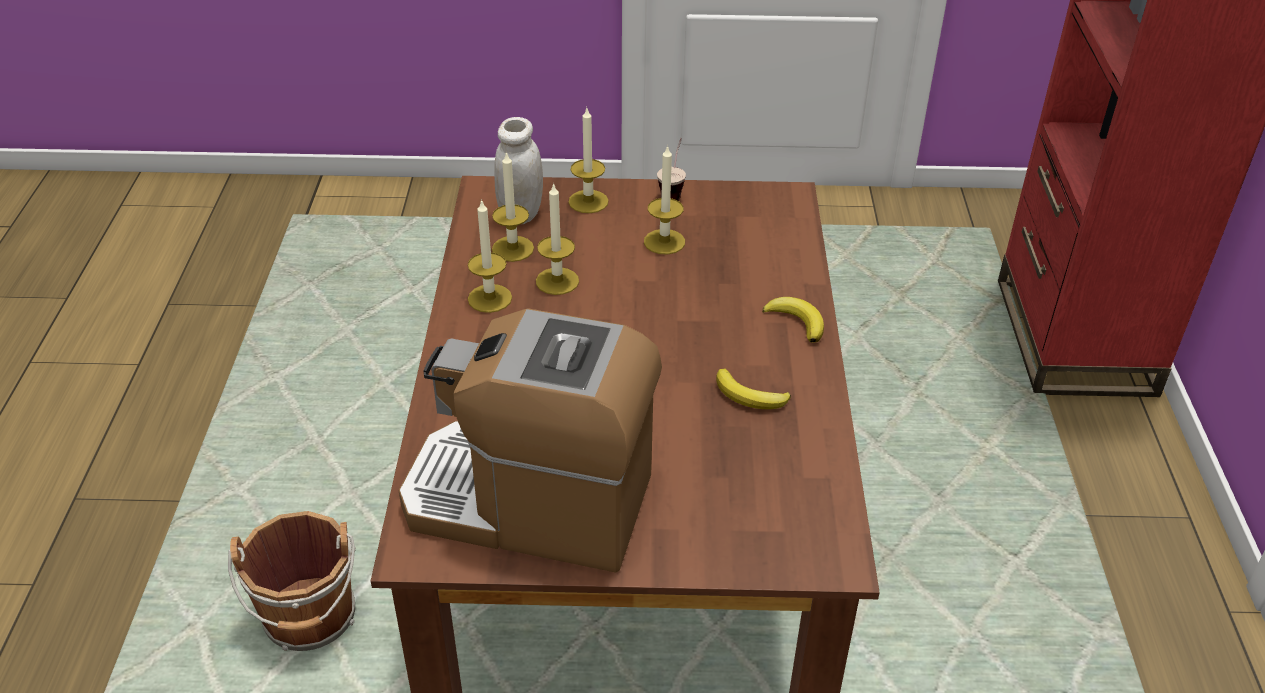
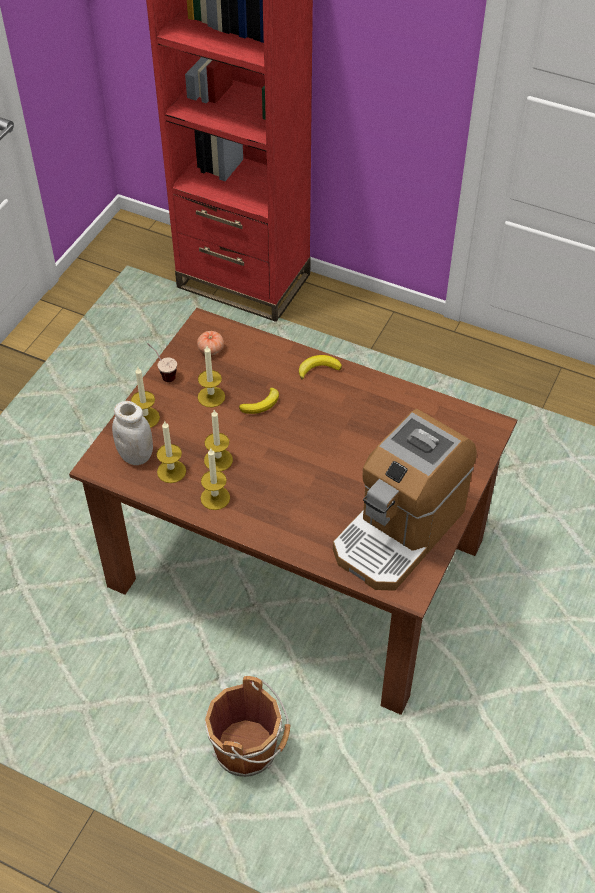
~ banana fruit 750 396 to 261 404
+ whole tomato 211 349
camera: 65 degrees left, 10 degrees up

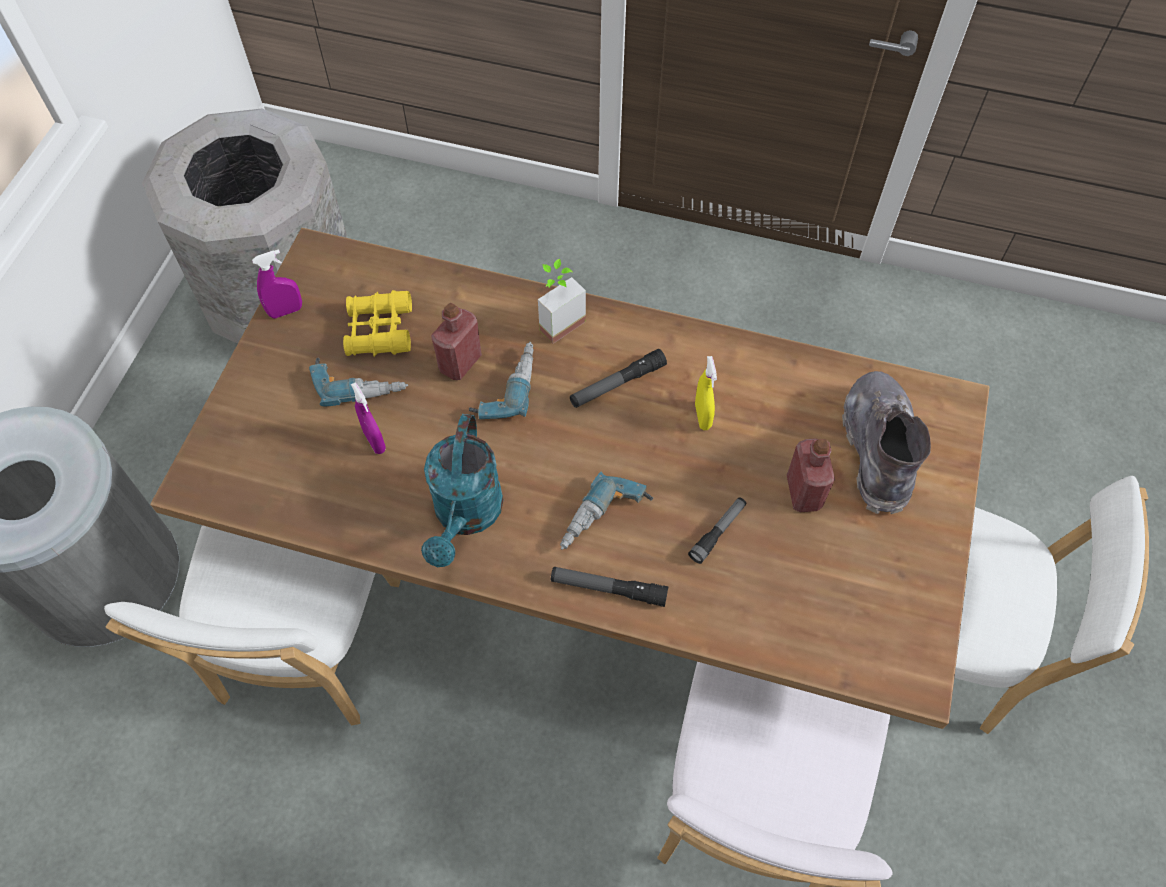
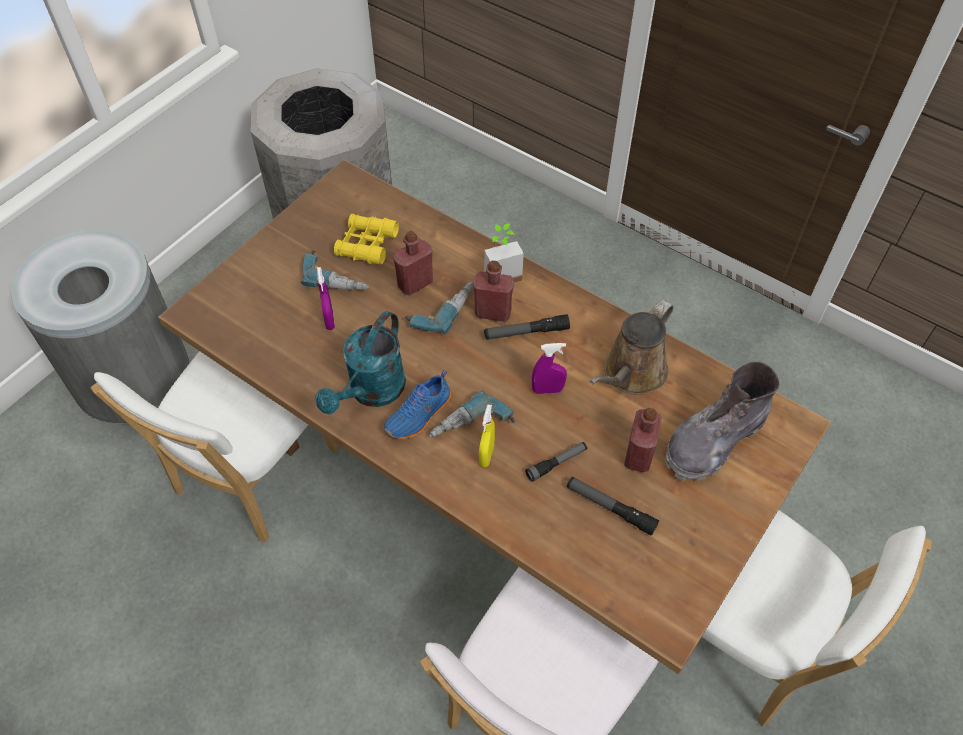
~ purple sprayer 286 311 to 547 390
~ flashlight 608 589 to 610 508
~ yellow sprayer 702 416 to 486 455
~ grey tall boot 877 449 = 713 441 150 degrees counterclockwise
+ bluish item of footwear 420 415
+ red drink bottle 493 312
+ brownish watering can 631 374
camera: 20 degrees right, 5 degrees down

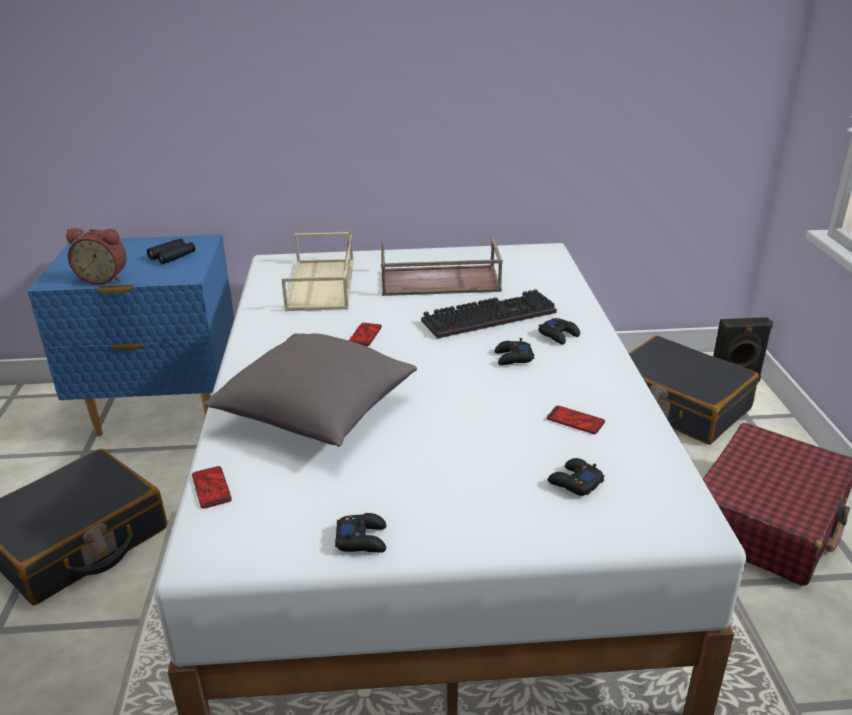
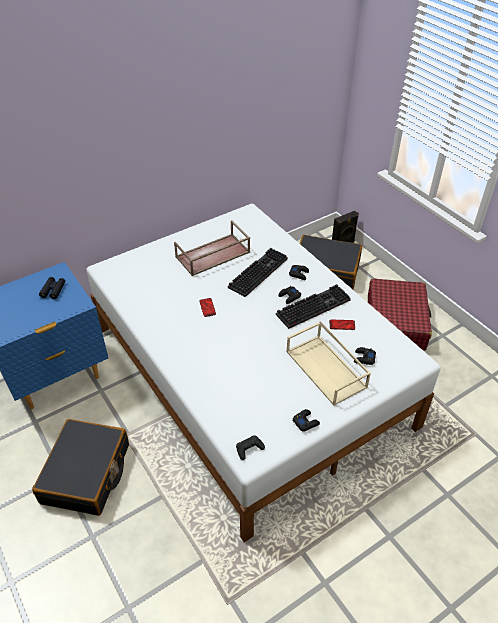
- bedside clock 104 278
- telephone 211 488
- grey throw pillow 316 413
~ beige serving tray 322 285 to 327 369
+ black game controller 249 449
+ computer keyboard 313 306
camera: 30 degrees left, 15 degrees up

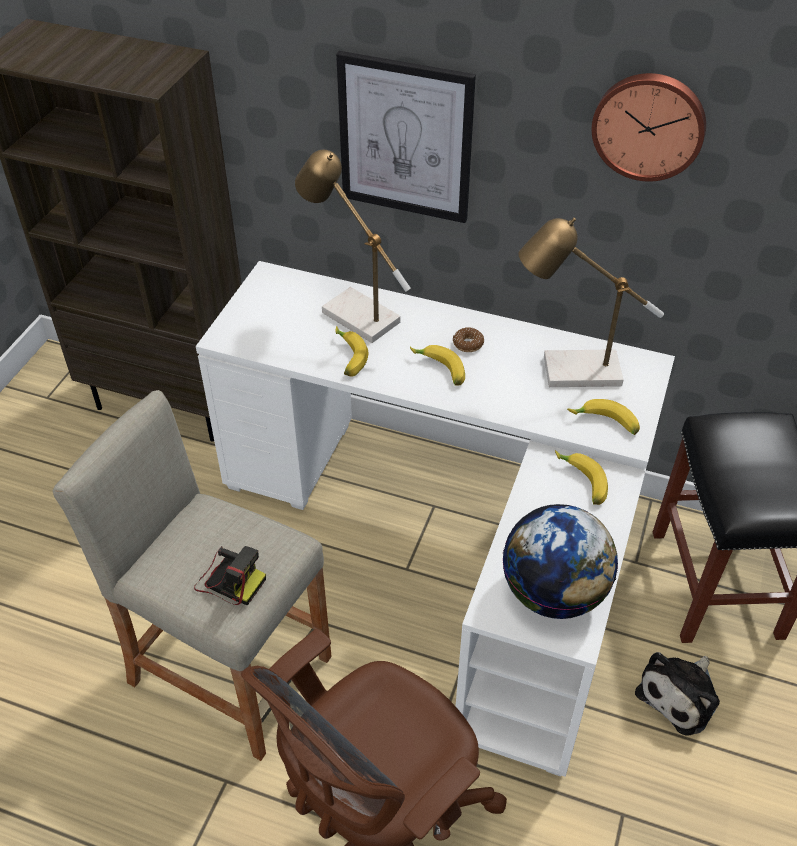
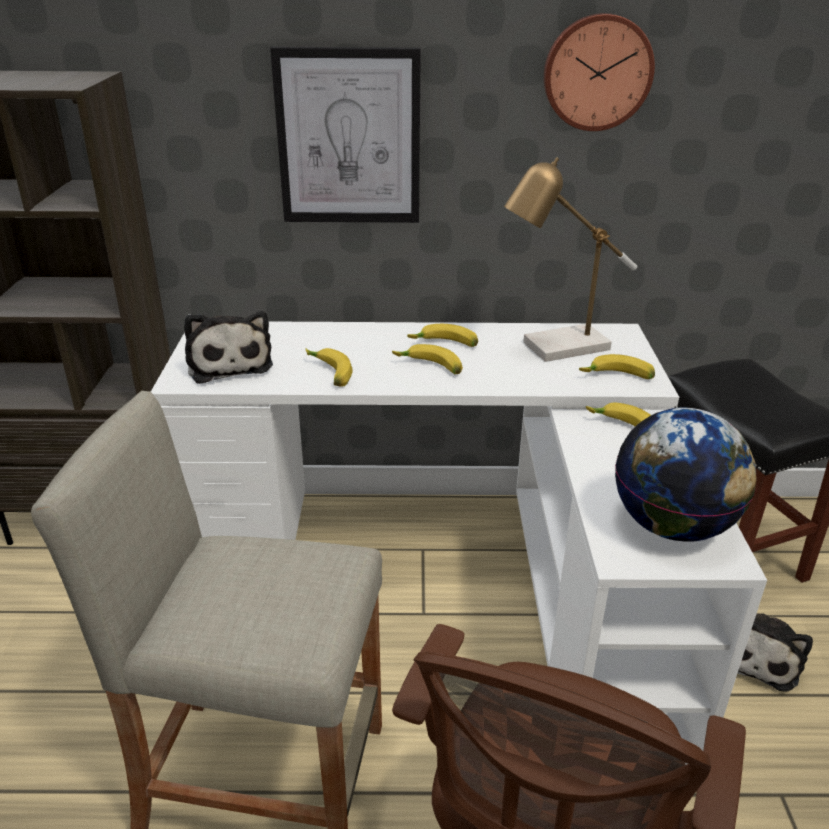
- still camera 229 580
- tabletop lamp 352 313
~ donut 468 344 to banana fruit 445 345
+ soft toy 229 363
camera: 20 degrees left, 15 degrees down

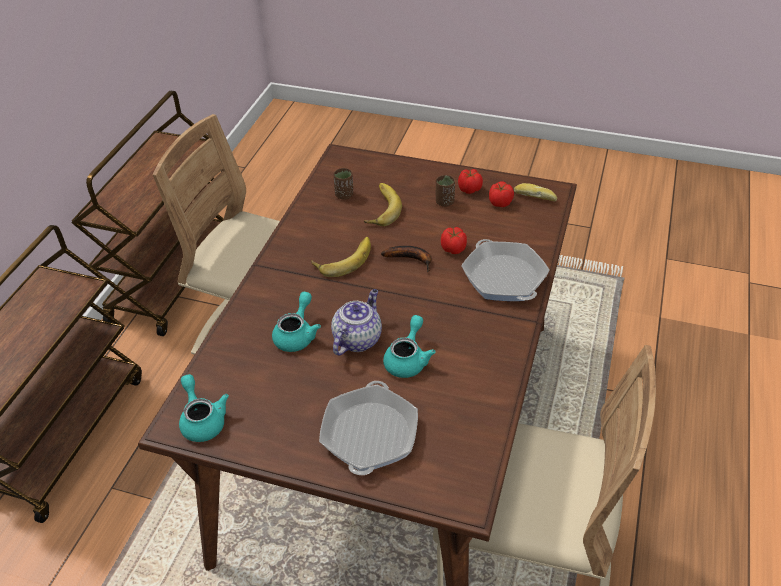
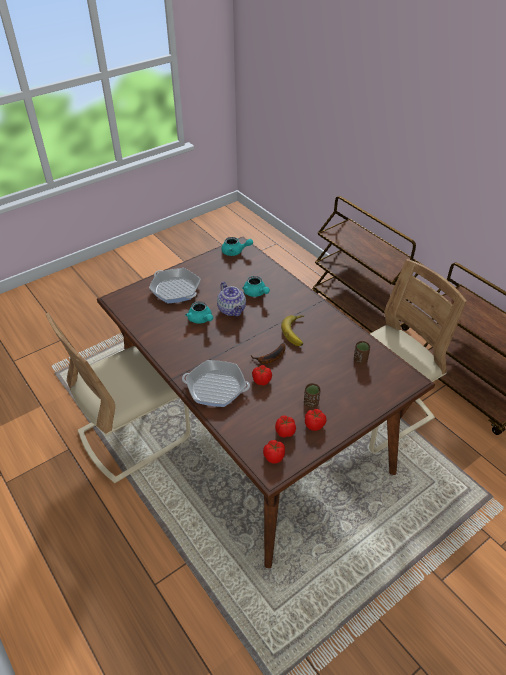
- banana fruit 380 208
~ bread 535 196 to whole tomato 274 456
camera: 125 degrees right, 0 degrees up

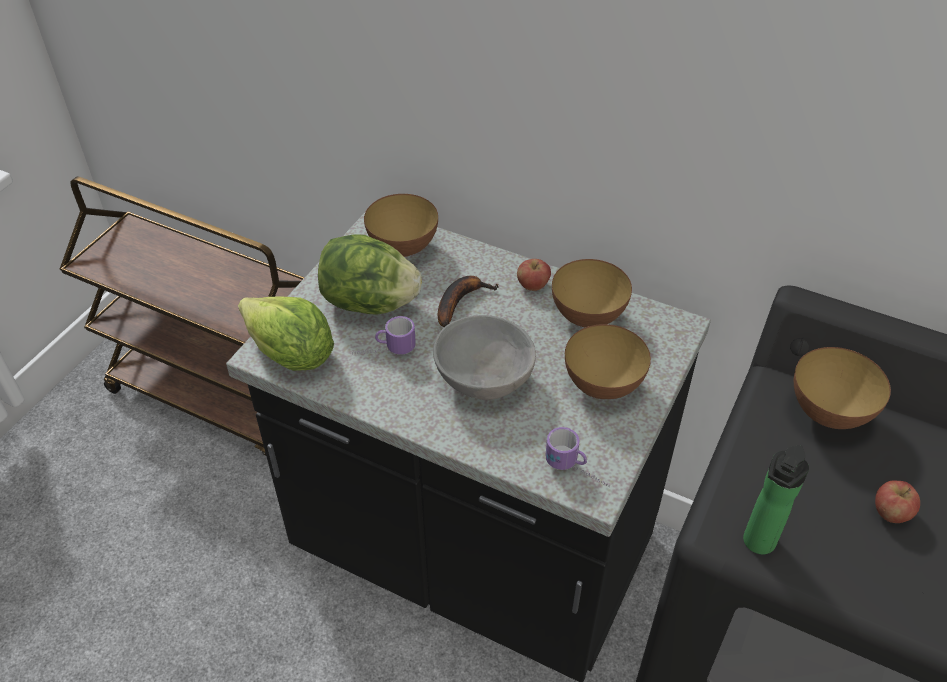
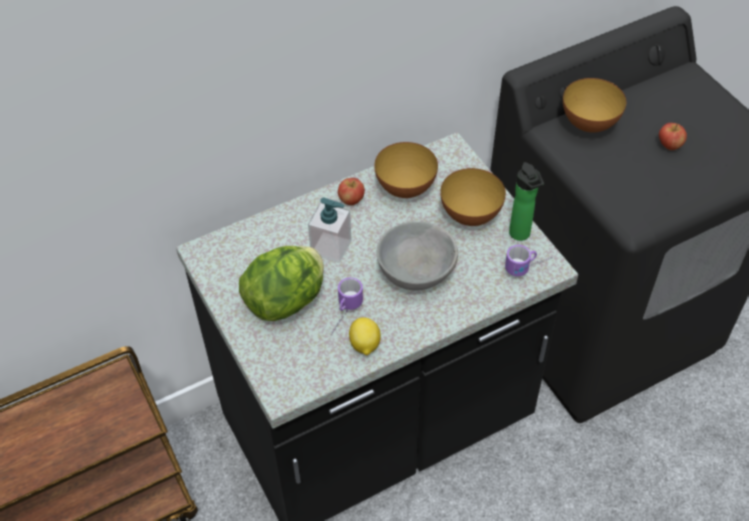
- lettuce 291 355
- serving bowl 403 248
~ banana fruit 460 301 to soap bottle 331 247
~ drink bottle 757 544 to 521 235
+ citrus fruit 364 345
camera: 55 degrees left, 5 degrees up

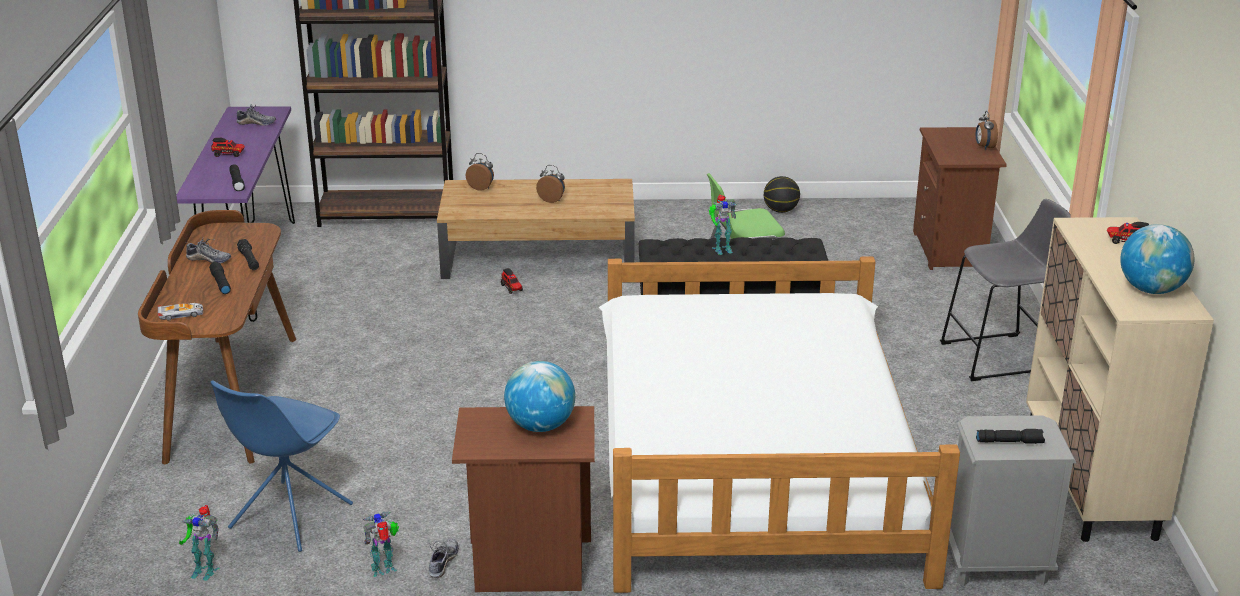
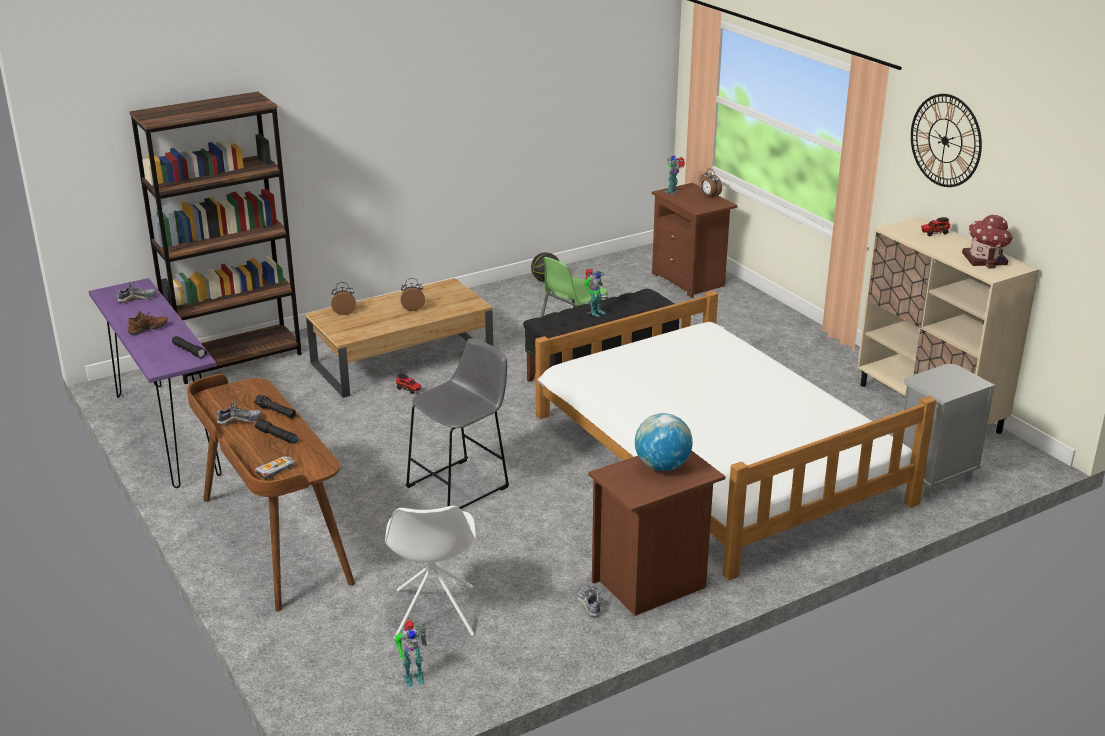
~ bluish chair 289 517 to white-coloured chair 434 614
~ model truck 229 154 to brownish item of footwear 148 330
~ model robot 384 569 to 673 191
~ grey stool 1001 357 to 462 485
- black flashlight 1009 441
~ globe 1151 289 to miniature house 985 259
+ wall clock 945 140
camera: 30 degrees left, 0 degrees up

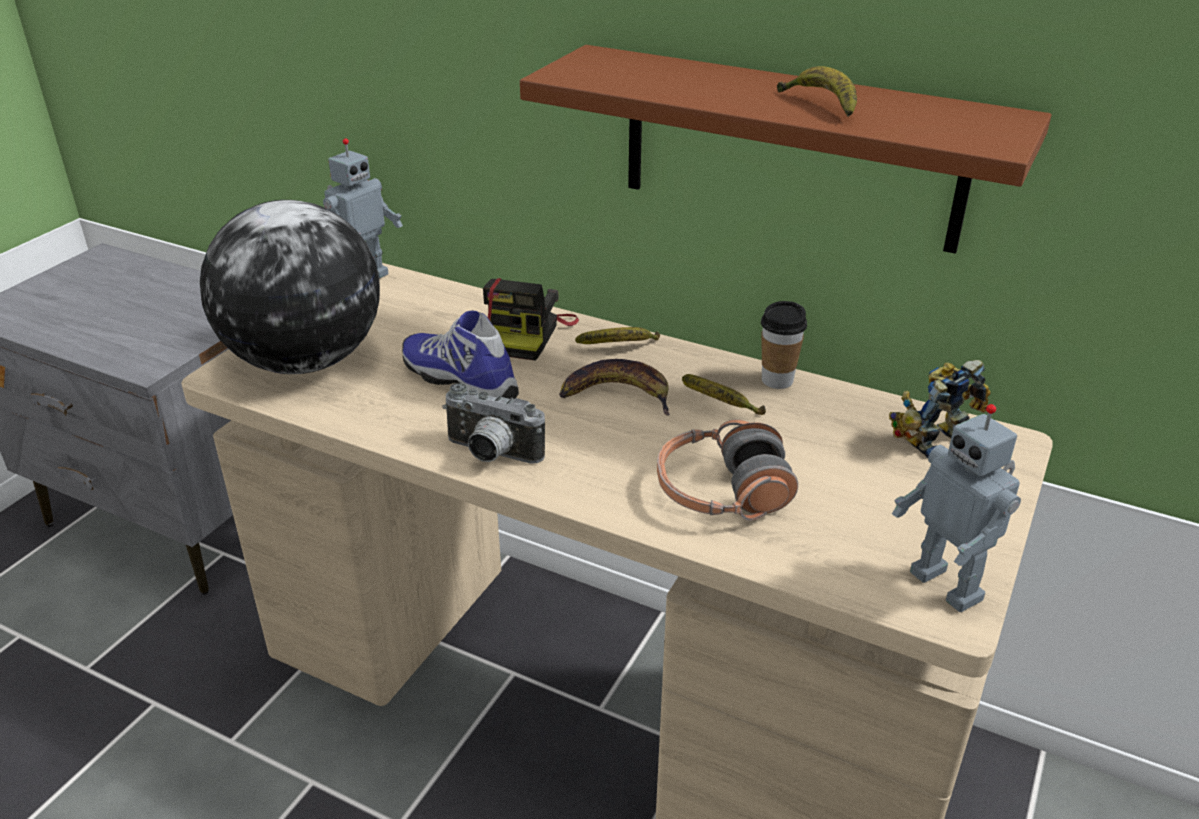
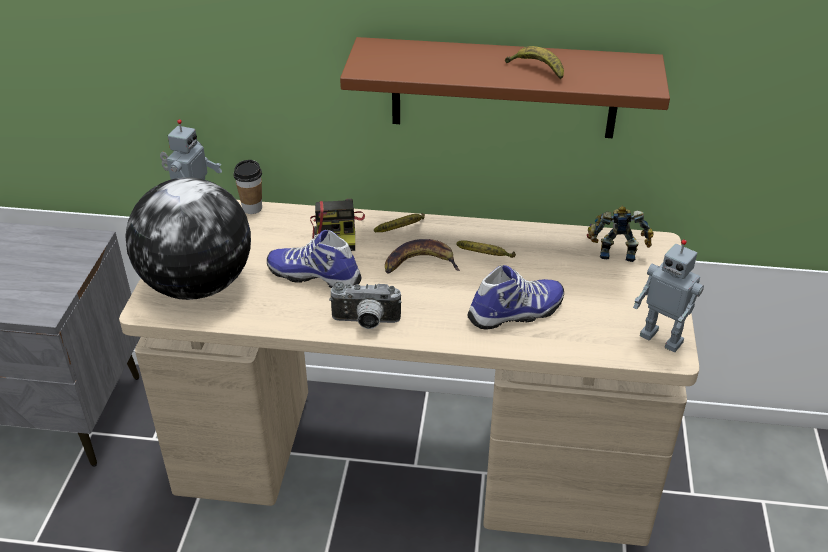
~ headphones 722 492 to item of footwear 517 313
~ cup 777 380 to 252 208
~ model robot 932 440 = 616 251 60 degrees clockwise
camera: 20 degrees left, 5 degrees up

